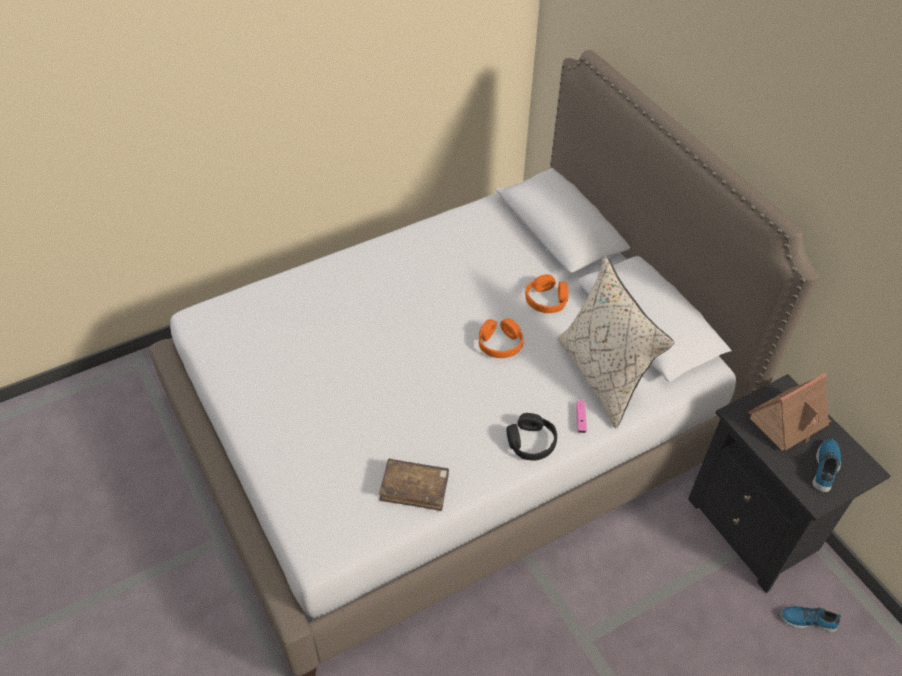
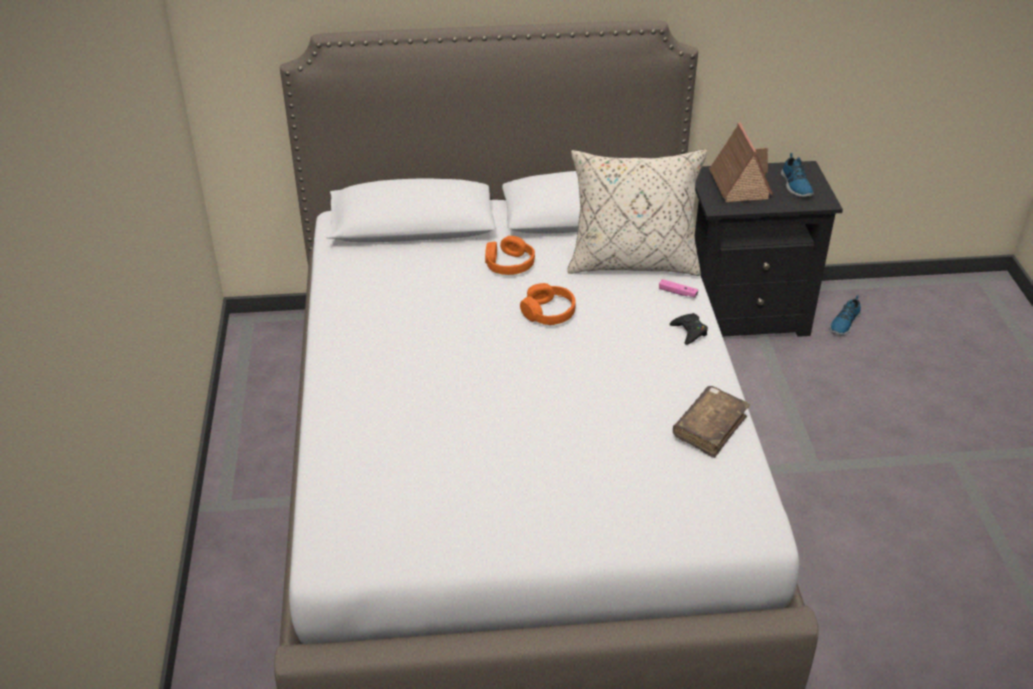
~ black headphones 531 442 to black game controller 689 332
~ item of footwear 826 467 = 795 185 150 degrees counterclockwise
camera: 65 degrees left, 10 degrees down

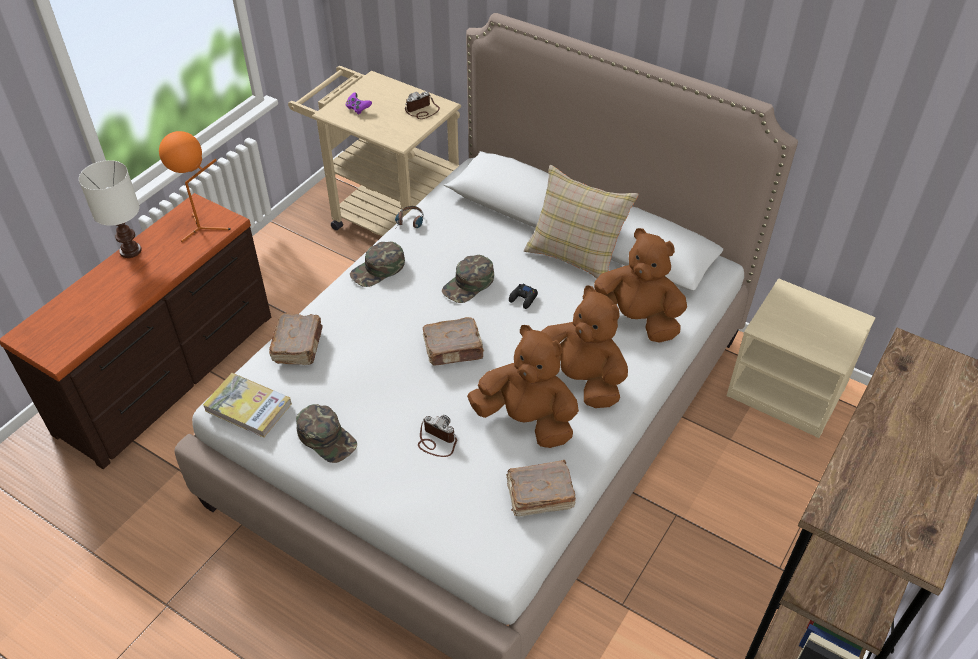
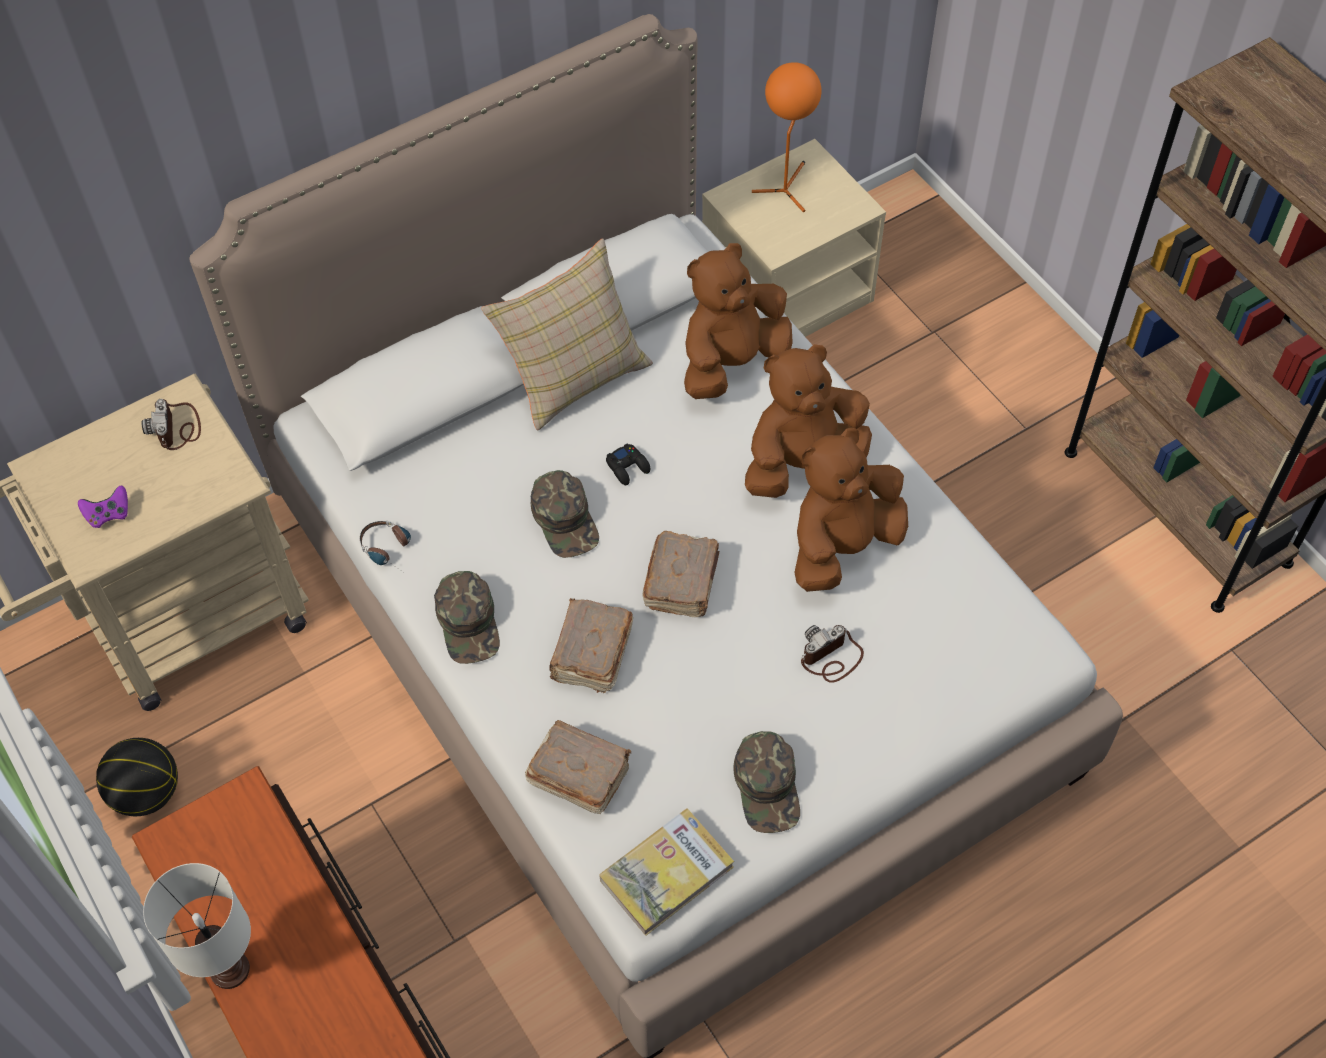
~ orange-coloured tabletop lamp 203 228 to 787 187
~ green-coloured cap 327 437 = 768 787 105 degrees clockwise
~ brownish bound book 539 496 to 591 654
+ basketball 147 792
camera: 65 degrees left, 10 degrees up

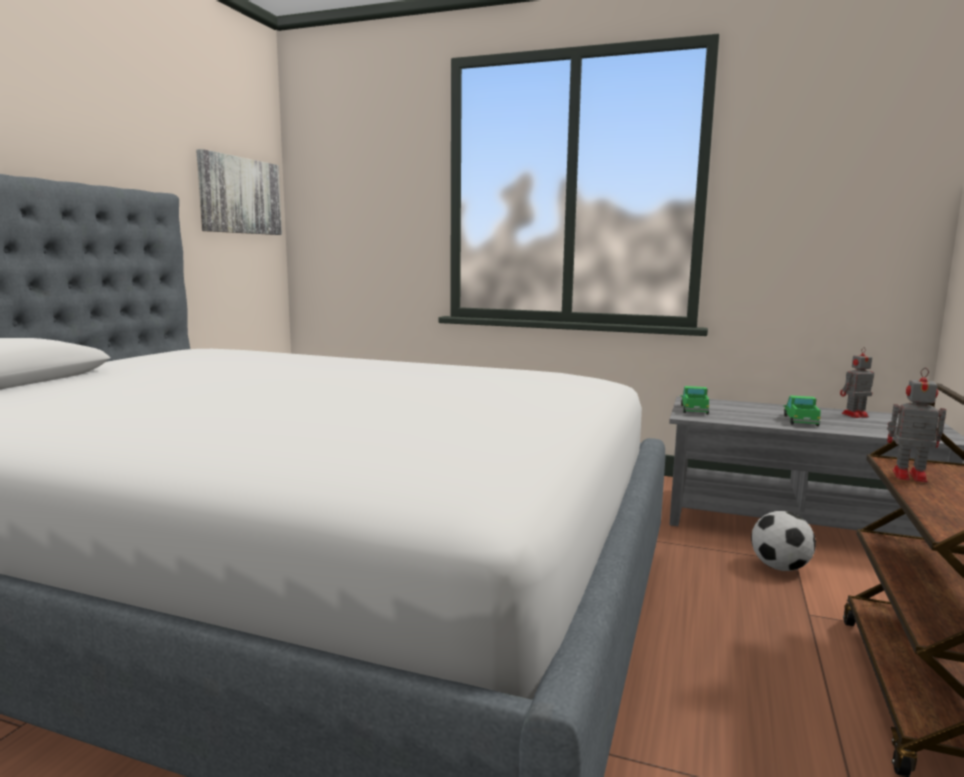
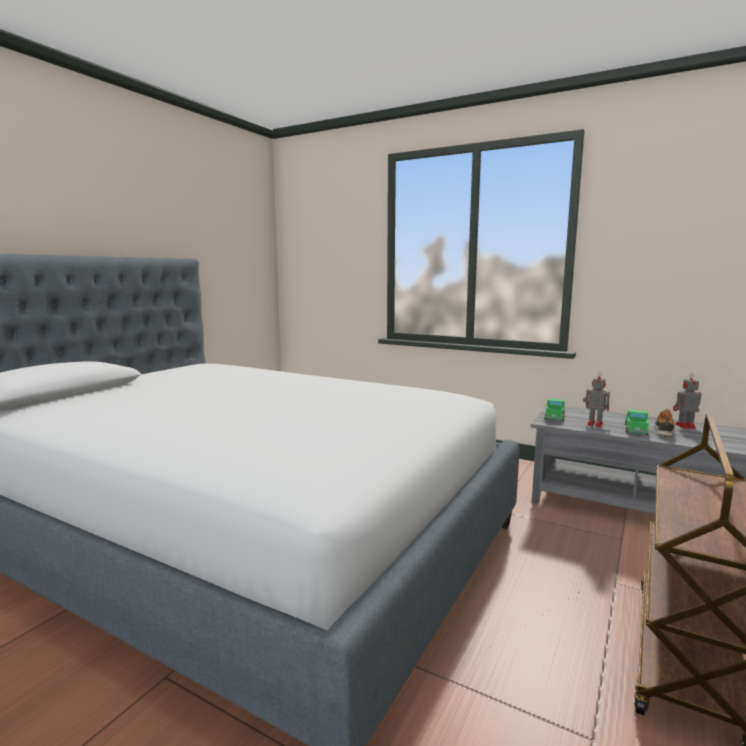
- wall art 239 195
- football 779 567
~ model robot 907 475 to 594 424
+ item of footwear 664 431
camera: 10 degrees right, 0 degrees up

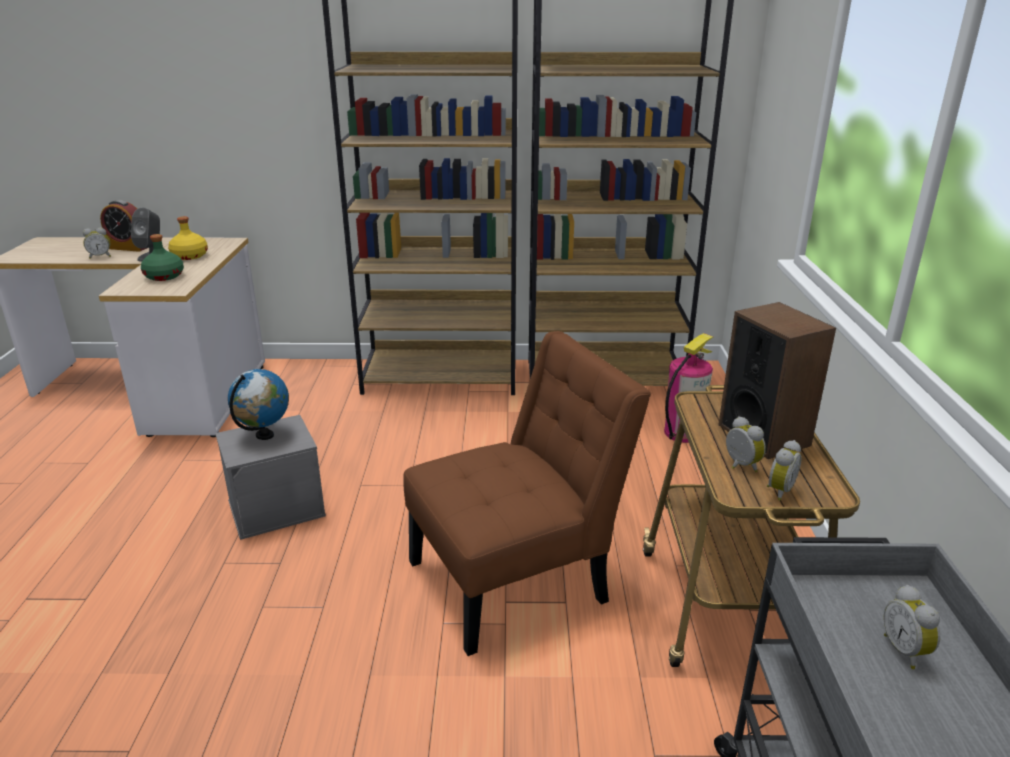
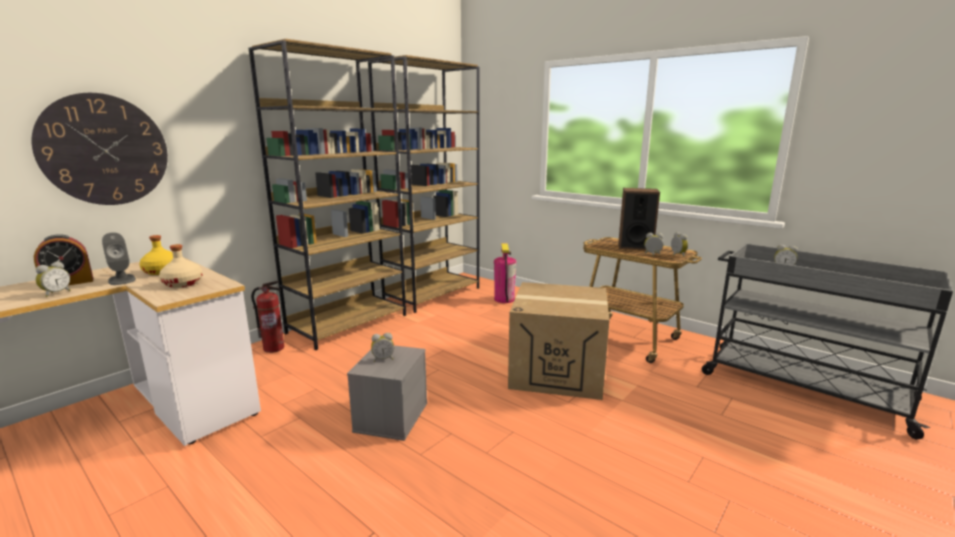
~ green-coloured drink bottle 165 276 to beige drink bottle 183 283
~ globe 265 435 to bedside clock 383 359
~ brownish chair 517 578 to carton 557 371
+ wall clock 104 150
+ fire-fighting cylinder 274 348
camera: 50 degrees left, 10 degrees down

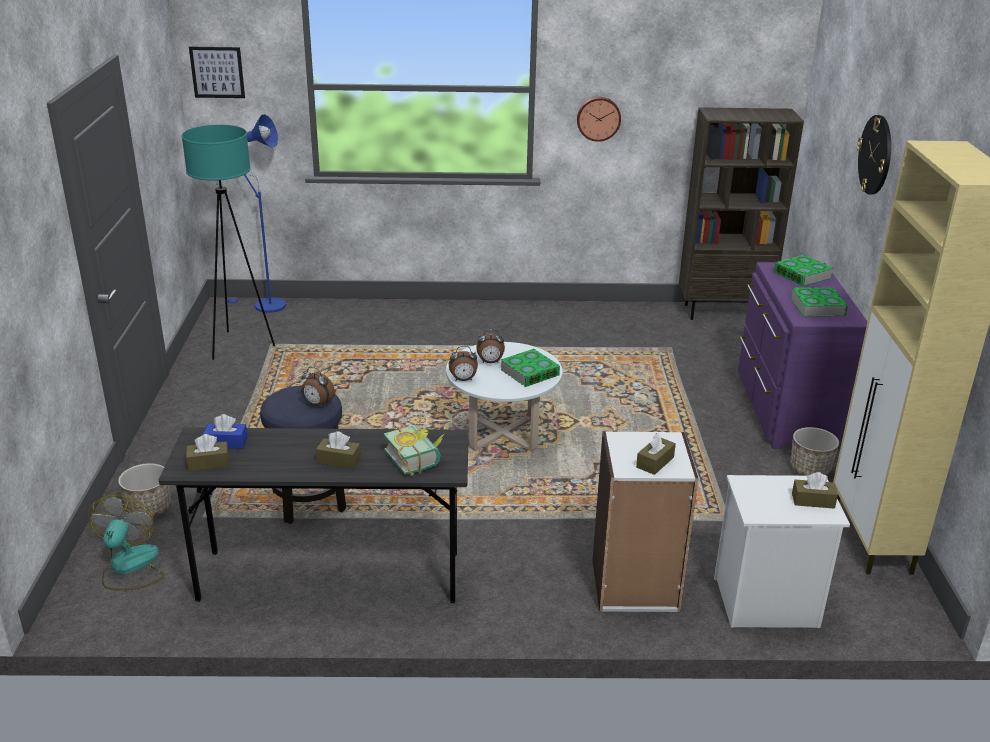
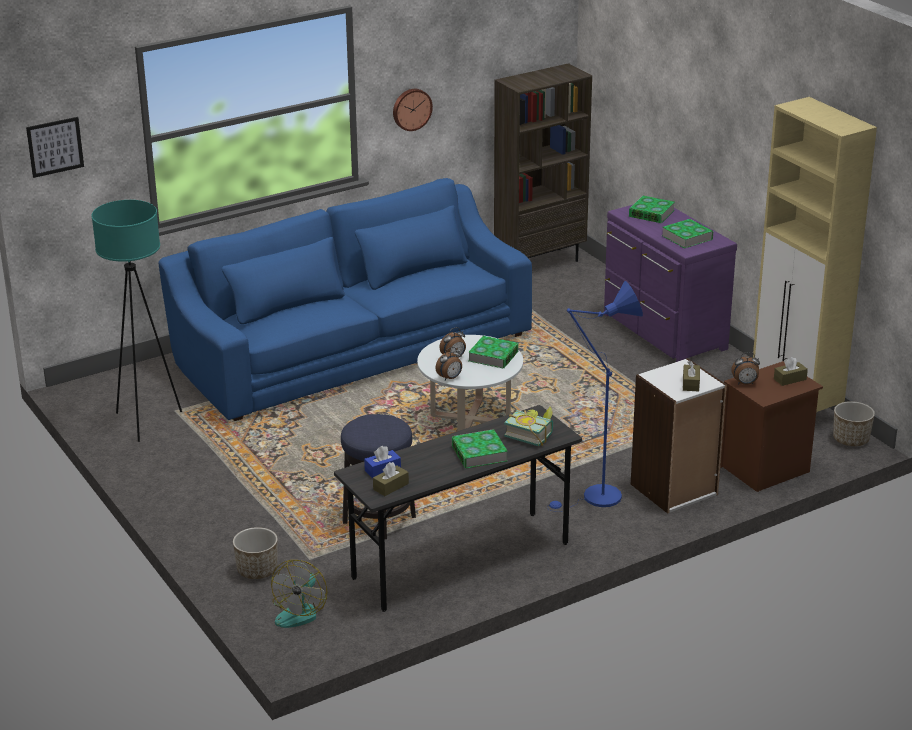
~ cooling fan 129 567 = 300 611 135 degrees counterclockwise
~ bluish standard lamp 264 305 to 596 499
~ bedside clock 317 404 to 745 384
~ brownish box of tissues 339 460 to bound book 479 453
~ white-coloured nightstand 765 603 to brownish nightstand 765 470
~ plant pot 809 469 to 850 439
- wall clock 875 155
+ bluish couch 353 350
camera: 30 degrees left, 0 degrees up

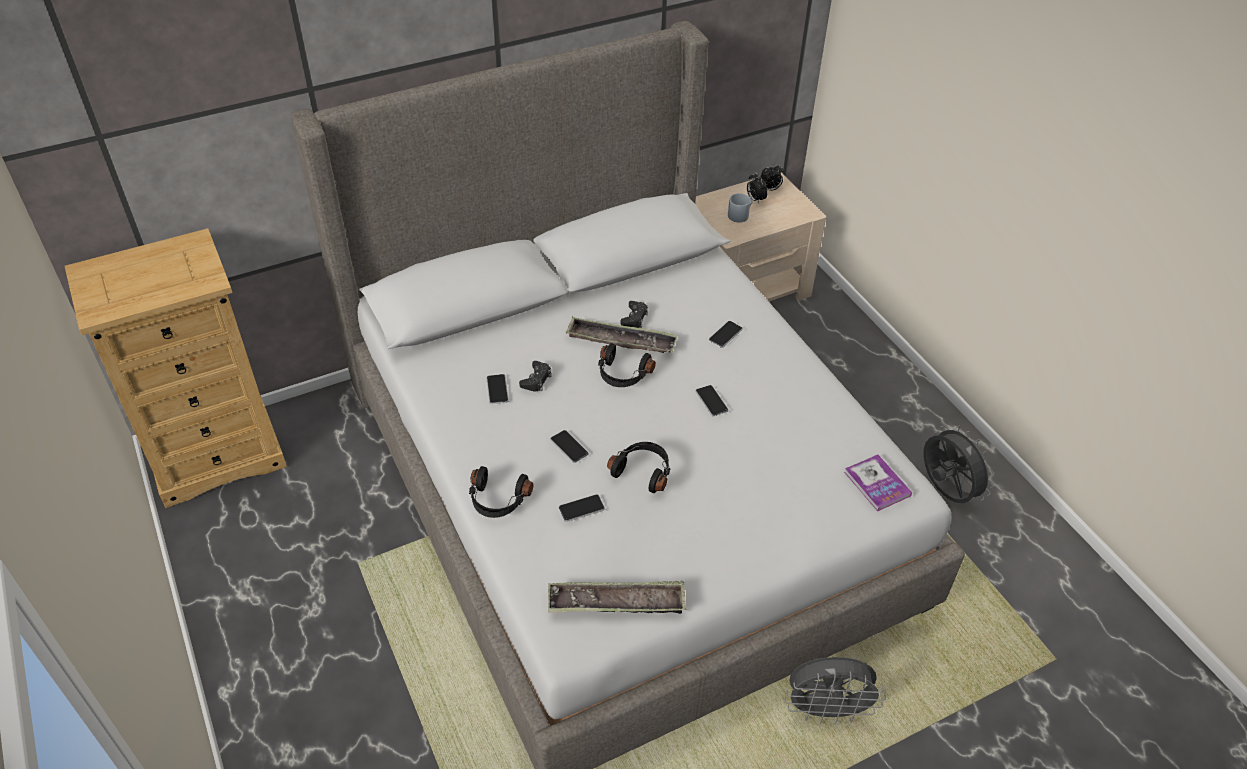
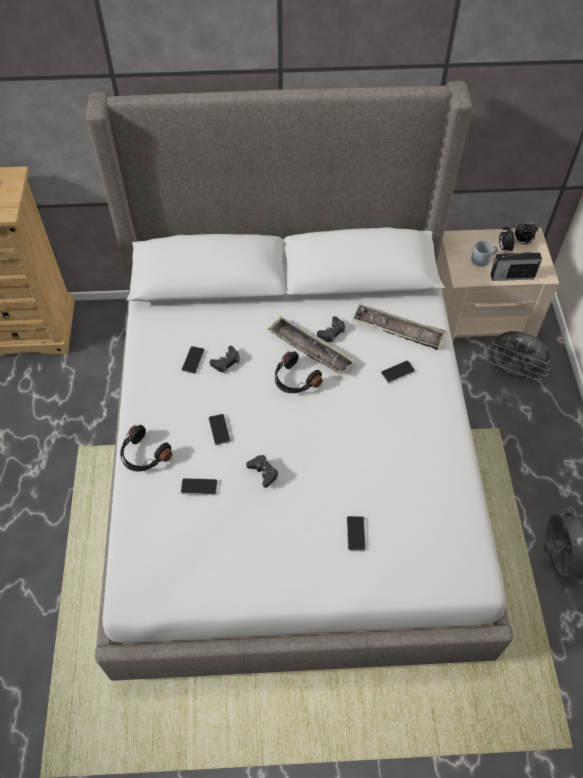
~ serving tray 616 603 to 398 330
~ black headphones 643 471 to black game controller 263 472
~ telephone 711 401 to 355 533
~ grey cooling fan 826 710 to 512 373
- bound book 877 484
+ radio 511 276
camera: 25 degrees right, 10 degrees up

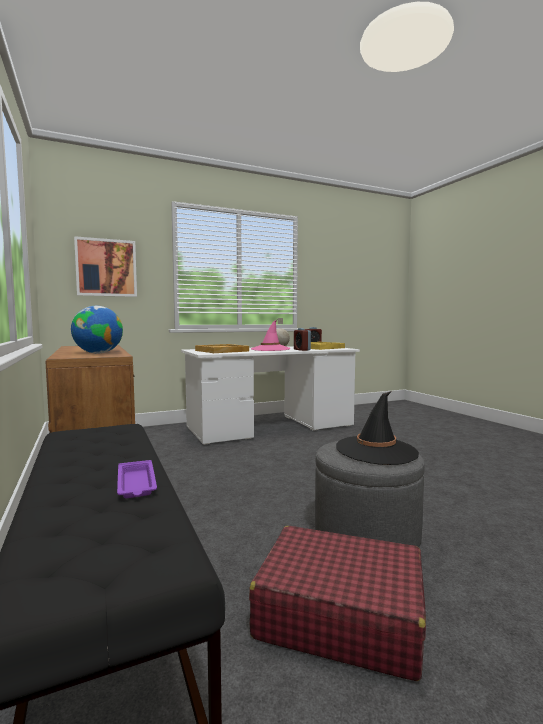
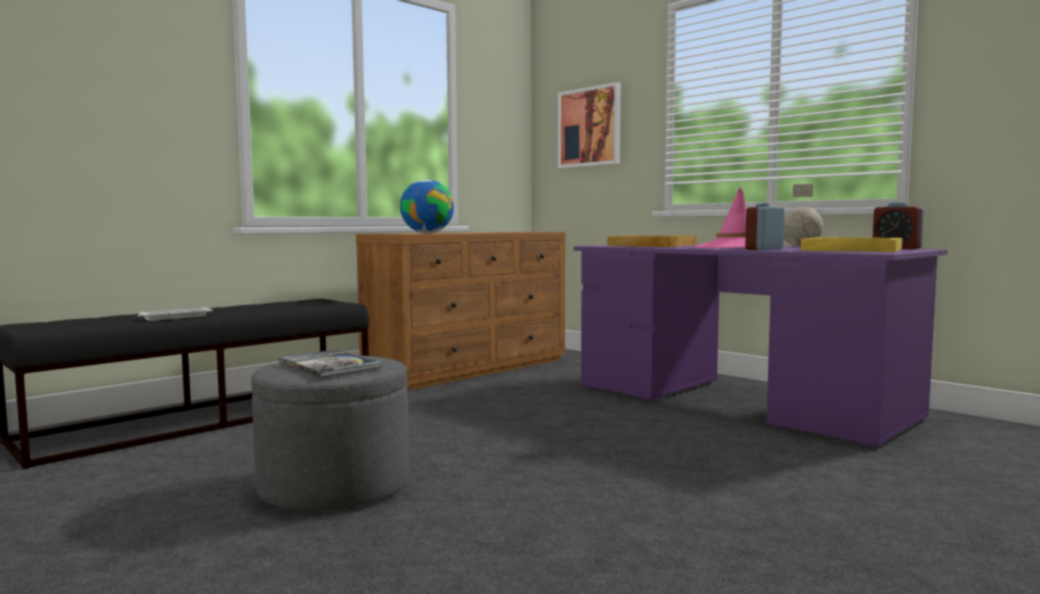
~ purple serving tray 136 484 to white-coloured serving tray 174 317
~ white-coloured desk 270 426 to purple desk 739 401
- red travel case 339 615
~ black wearable hat 376 450 to bound book 329 365
camera: 70 degrees right, 0 degrees up

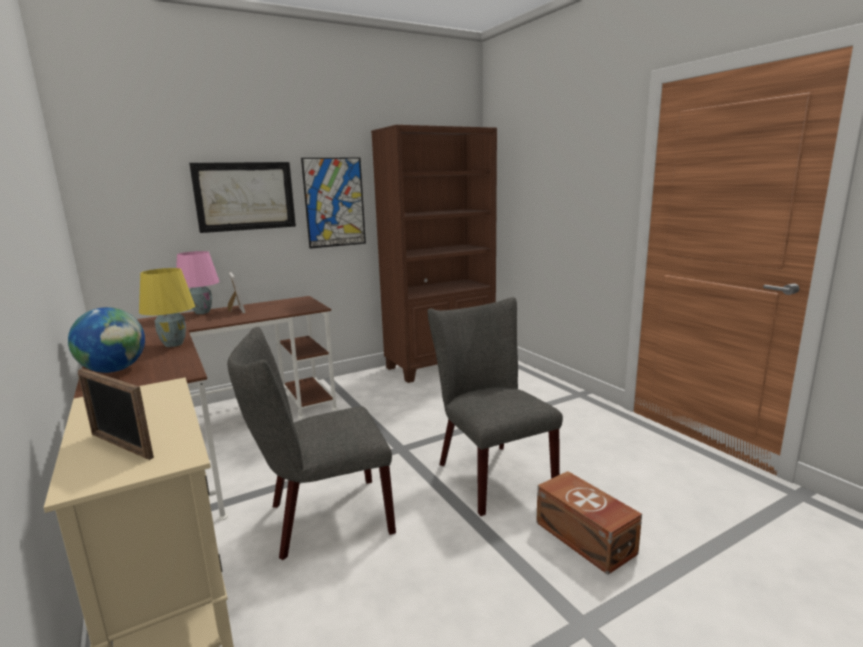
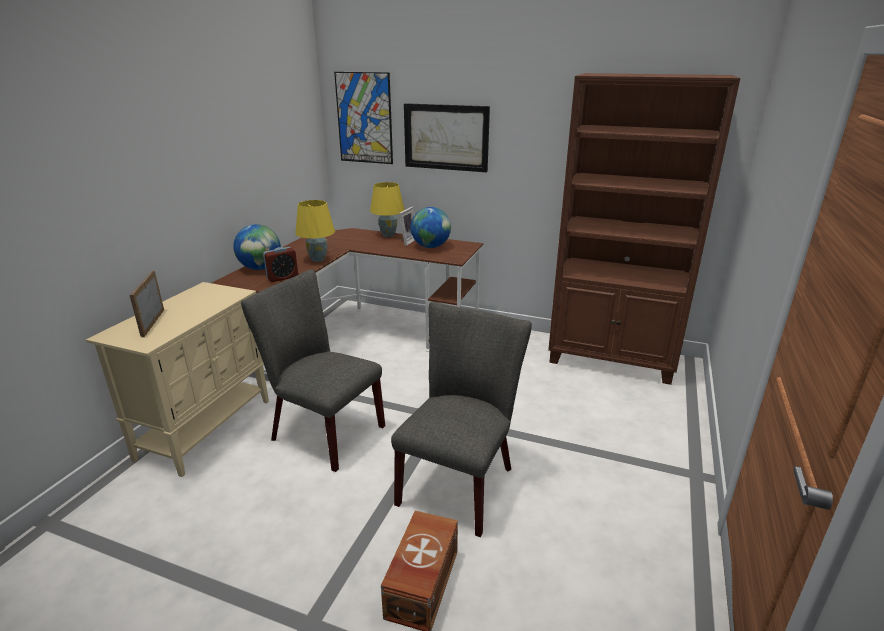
~ pink-coloured tabletop lamp 202 312 to yellow tabletop lamp 388 235
~ wall art 334 202 to 364 118
+ bedside clock 282 277
+ globe 430 247
camera: 50 degrees right, 10 degrees up

